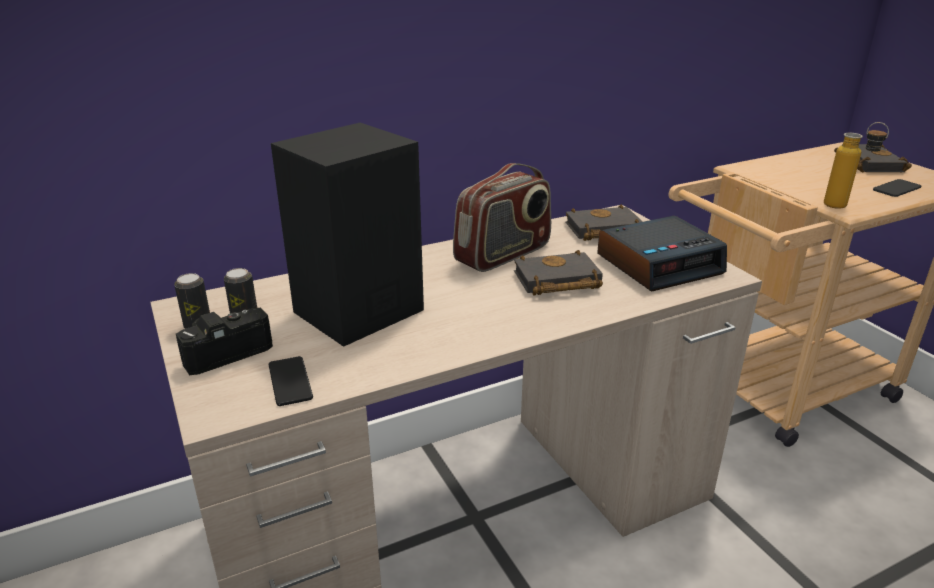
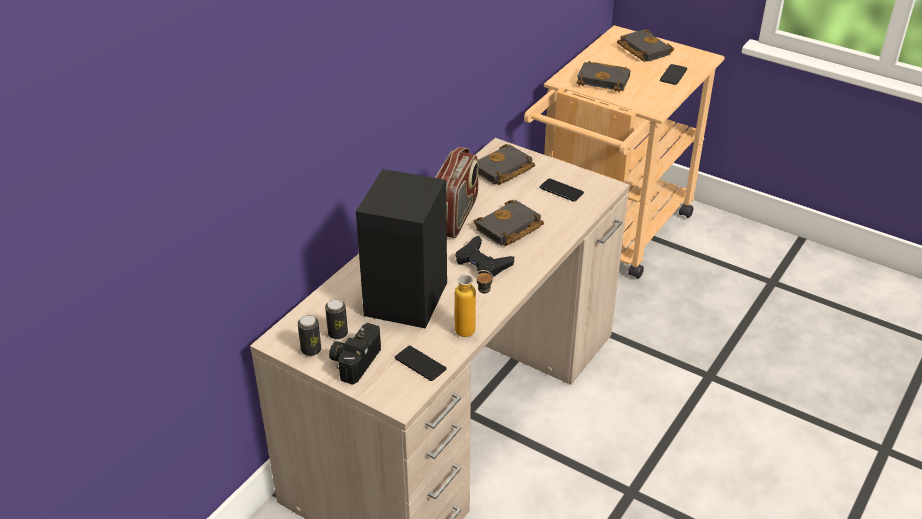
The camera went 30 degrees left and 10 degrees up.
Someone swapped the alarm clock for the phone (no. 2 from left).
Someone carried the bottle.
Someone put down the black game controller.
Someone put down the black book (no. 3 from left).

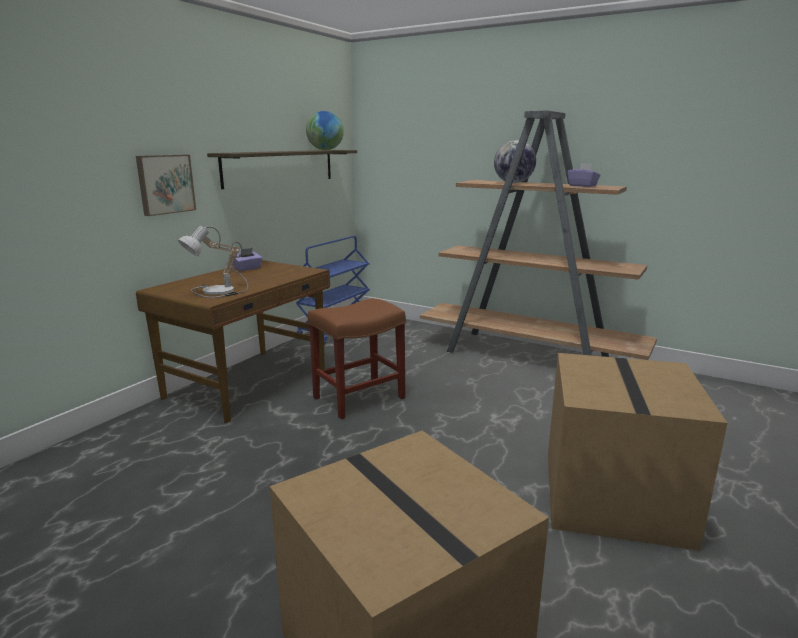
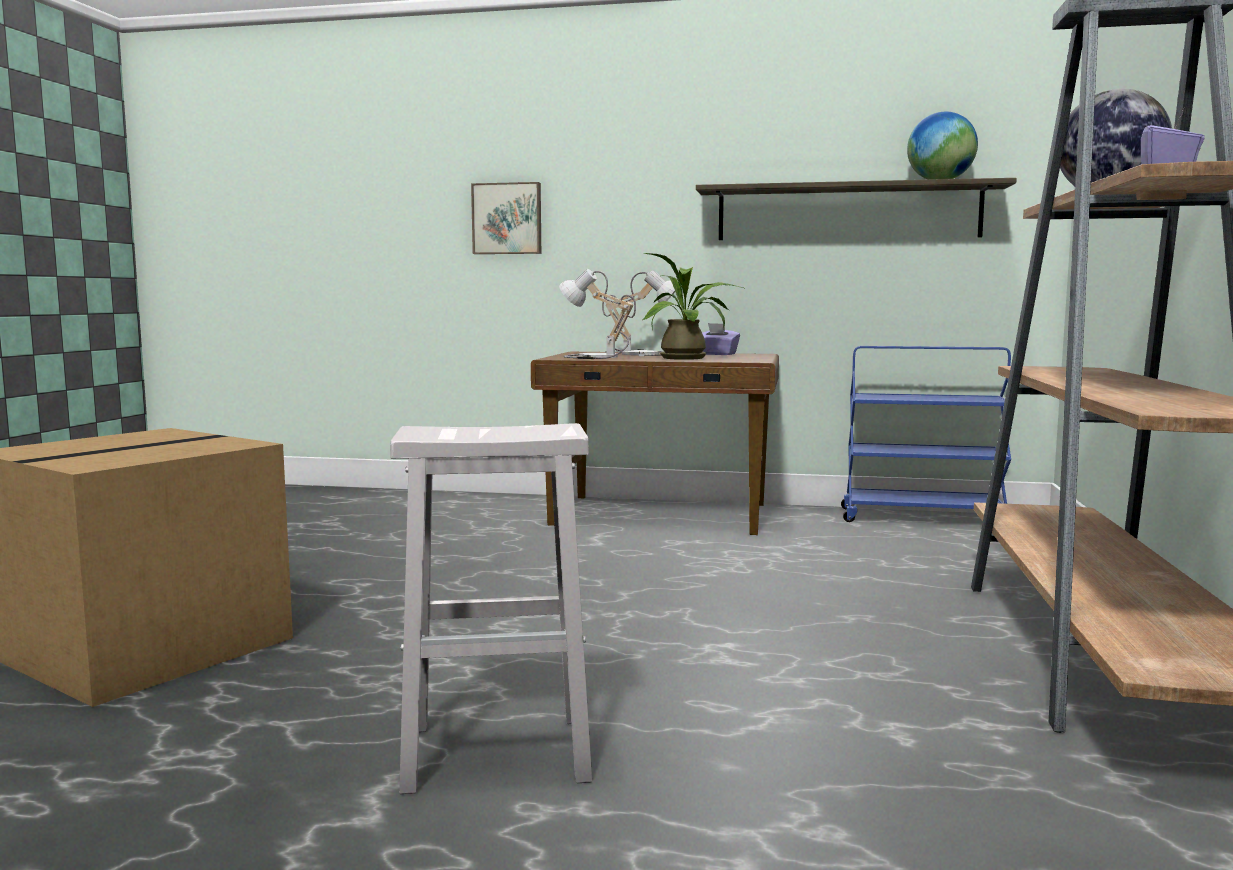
The camera went 70 degrees right and 10 degrees down.
Someone carried the picture.
Someone took away the brown stool.
Someone swapped the cardboard box (no. 2 from left) for the white stool.
Someone put down the table lamp (no. 2 from left).
Someone put down the potted plant.

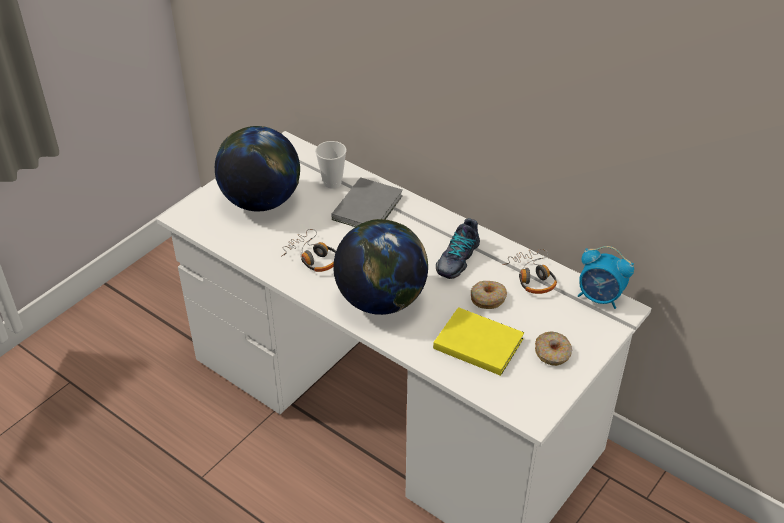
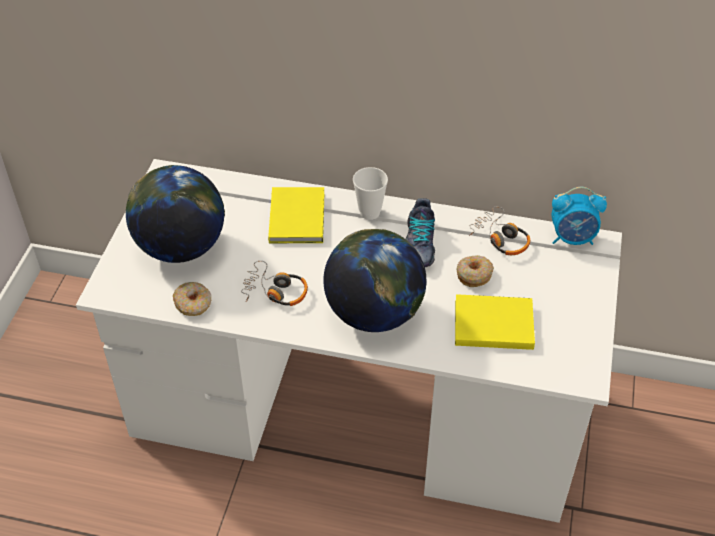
The camera went 25 degrees left and 5 degrees up.
Someone carried the cup.
Someone repainted the grey book, which became the yellow book (no. 1 from left).
Someone carried the donut (no. 2 from left in the first image).

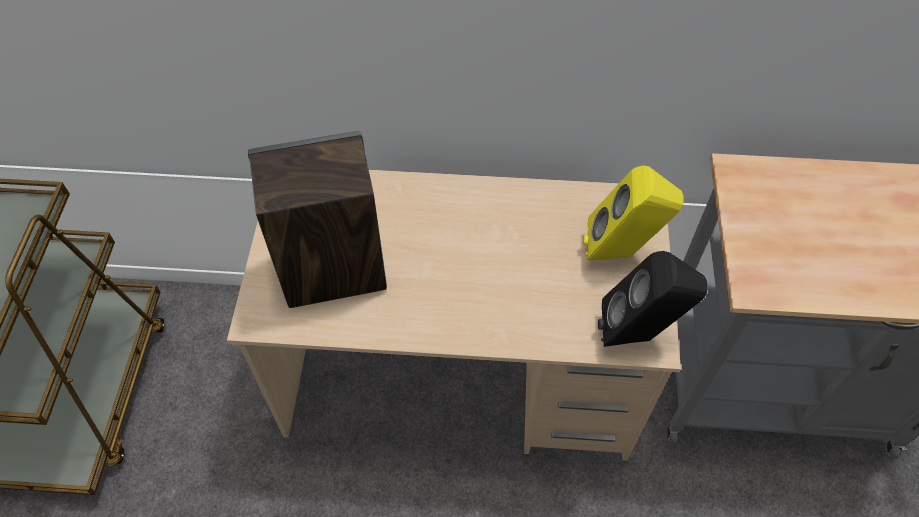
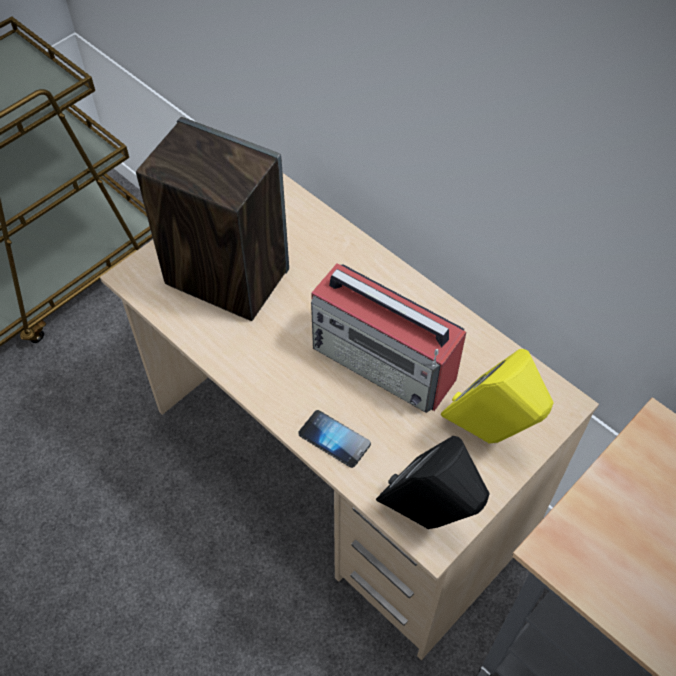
The camera went 40 degrees right and 0 degrees up.
Someone put down the phone.
Someone put down the radio.

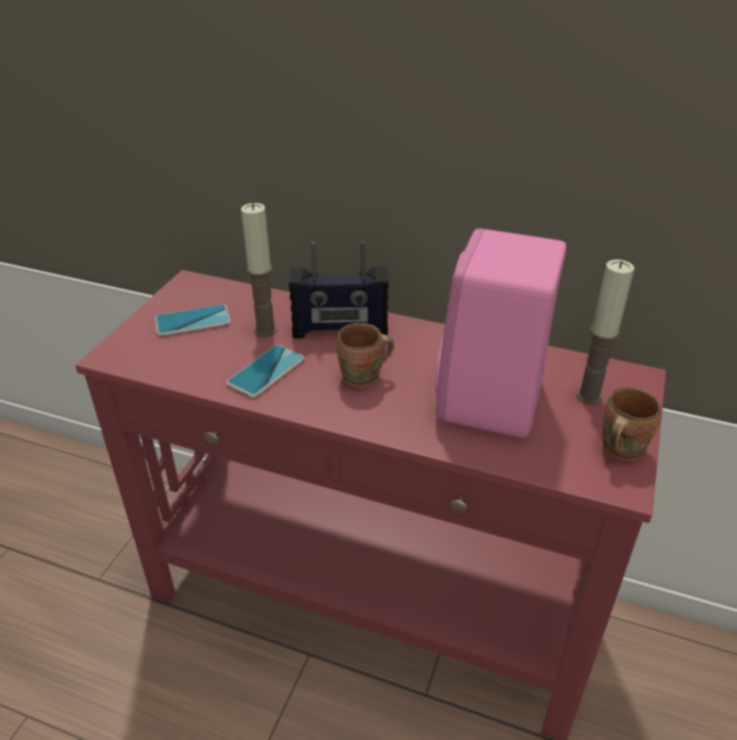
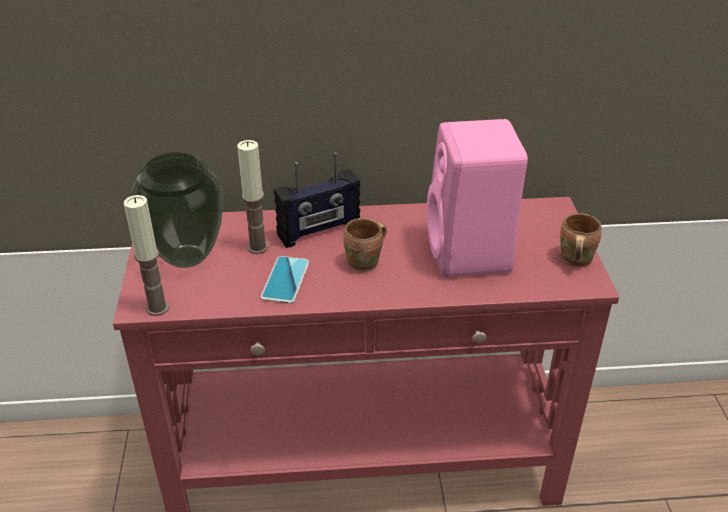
The camera went 25 degrees left and 0 degrees up.
Someone swapped the phone (no. 1 from left) for the vase.
Someone carried the candle (no. 2 from left in the first image).

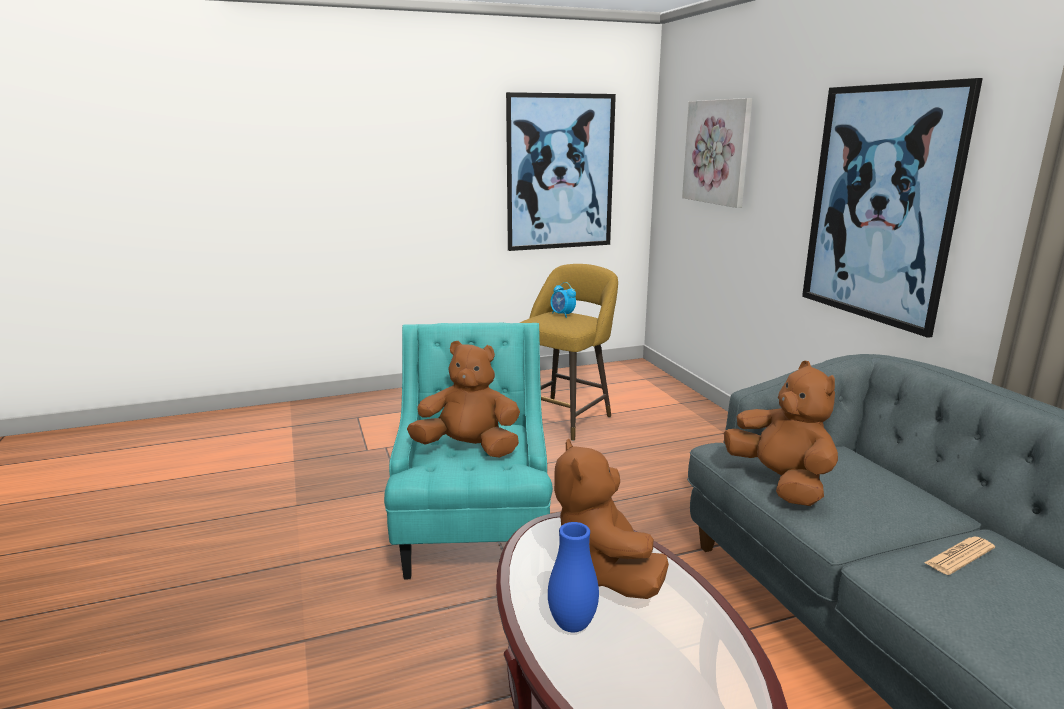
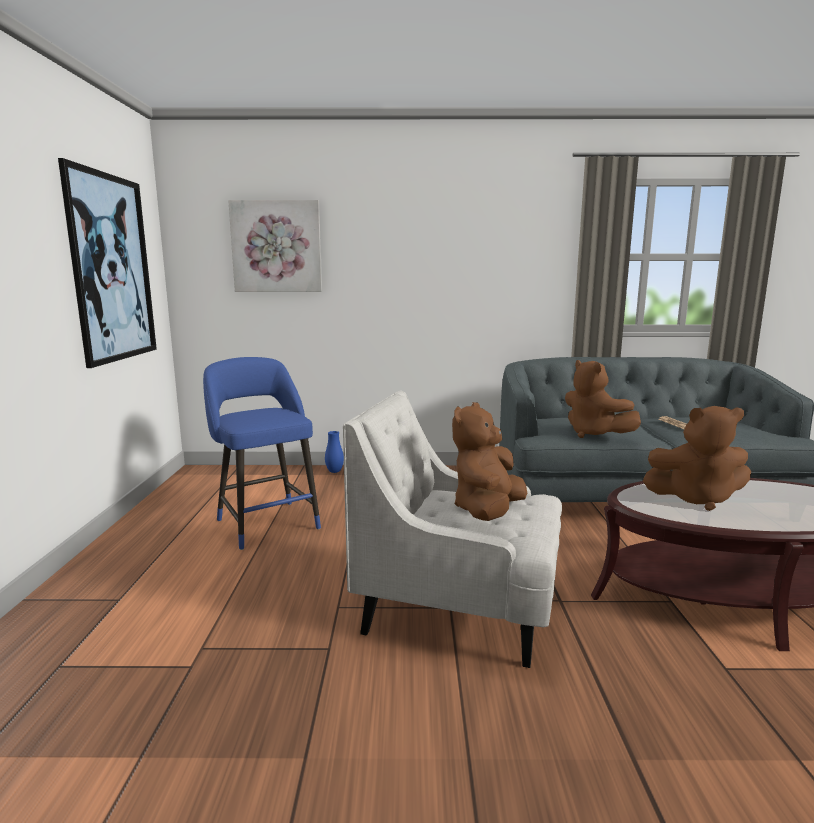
The camera went 70 degrees left and 5 degrees down.
Someone repainted the turquoise armchair, which became the white armchair.
Someone repainted the yellow stool, which became the blue stool.
Someone carried the blue vase.
Someone took away the alarm clock.
Someone rotated the brown plush toy (no. 3 from left in the first image) by 120 degrees counterclockwise.
Someone took away the picture (no. 3 from left).

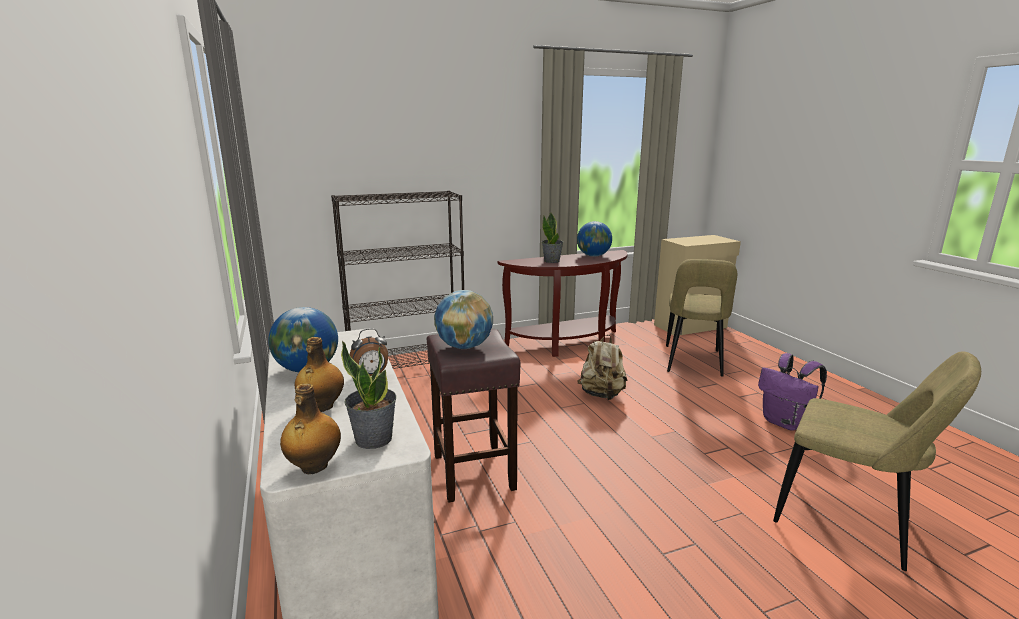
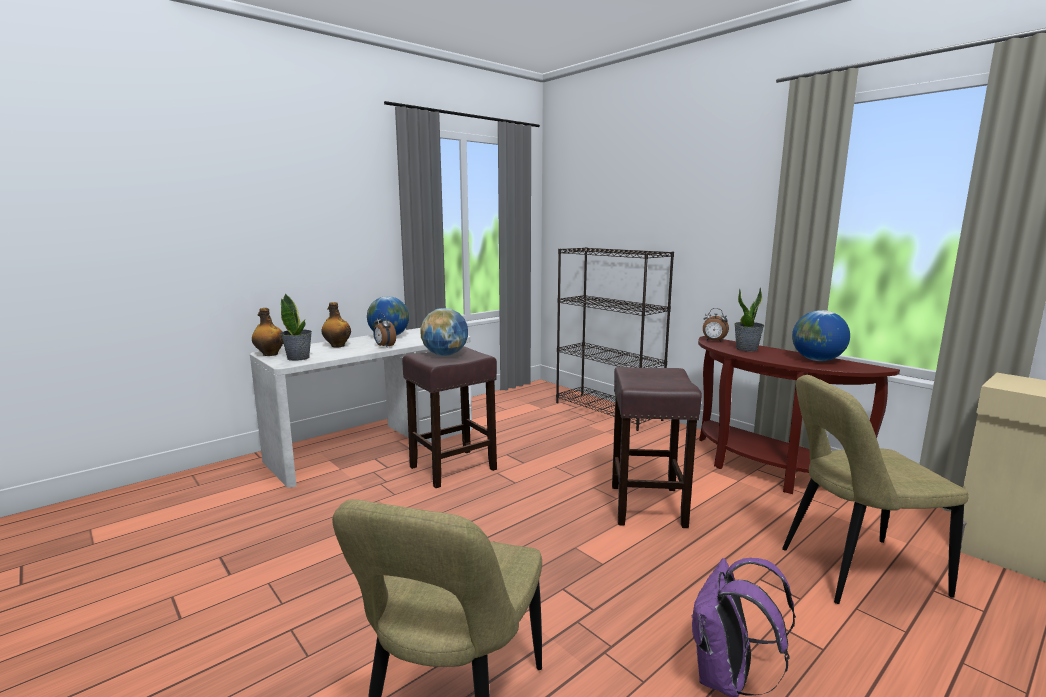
The camera went 70 degrees right and 5 degrees down.
Someone swapped the beige backpack for the brown stool (no. 2 from left).
Someone put down the alarm clock (no. 2 from left).

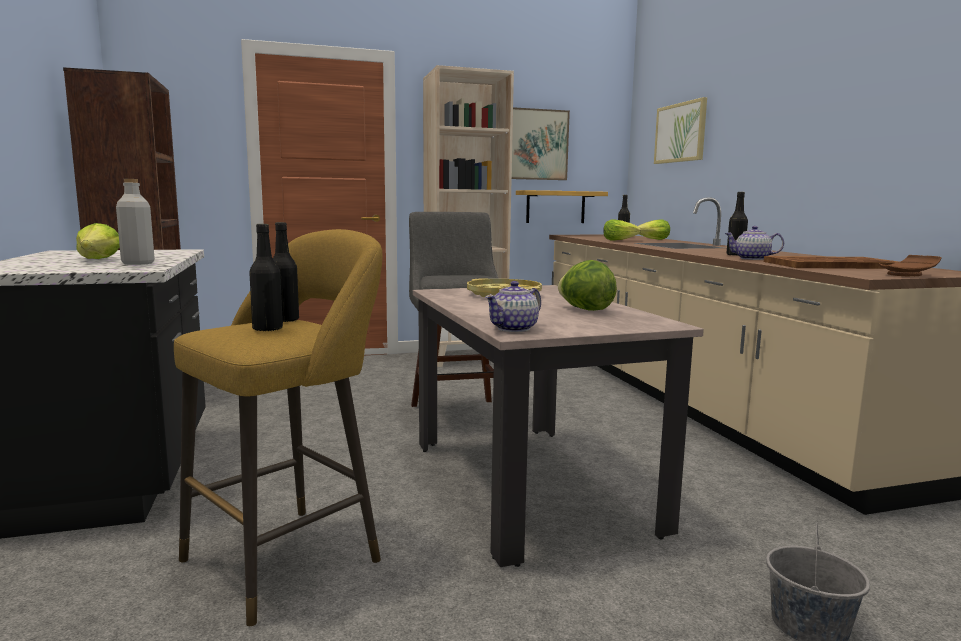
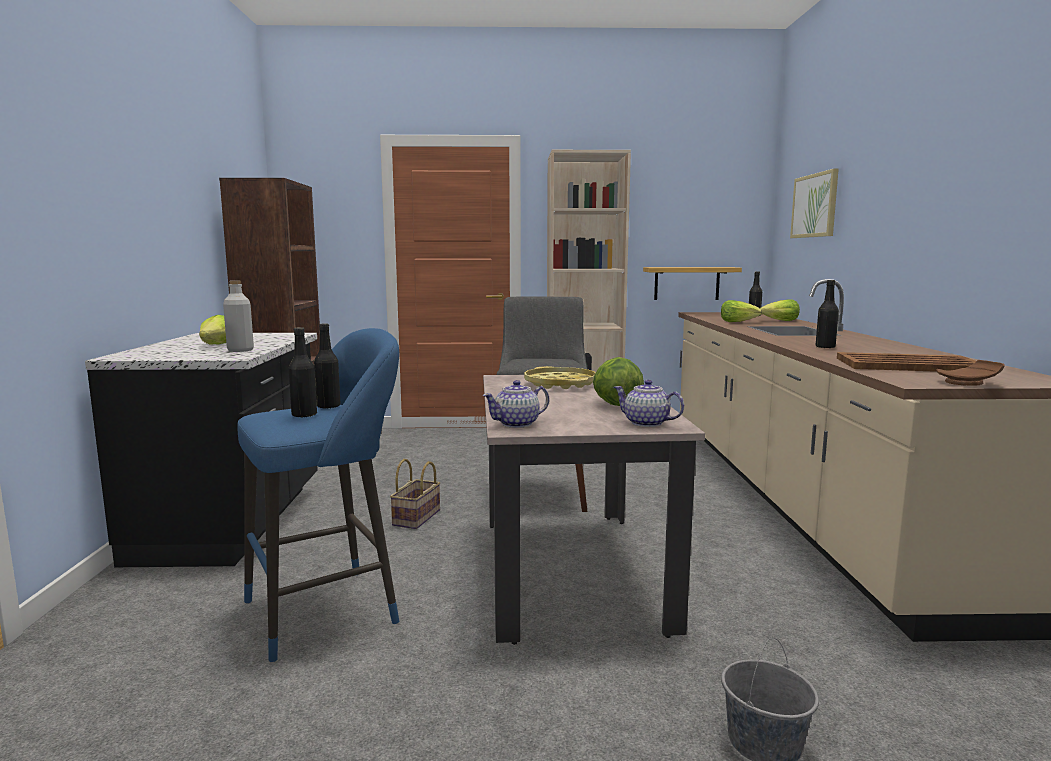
The camera went 15 degrees right and 0 degrees up.
Someone repainted the yellow stool, which became the blue stool.
Someone took away the picture (no. 1 from left).
Someone carried the teapot (no. 2 from left).
Someone put down the basket.

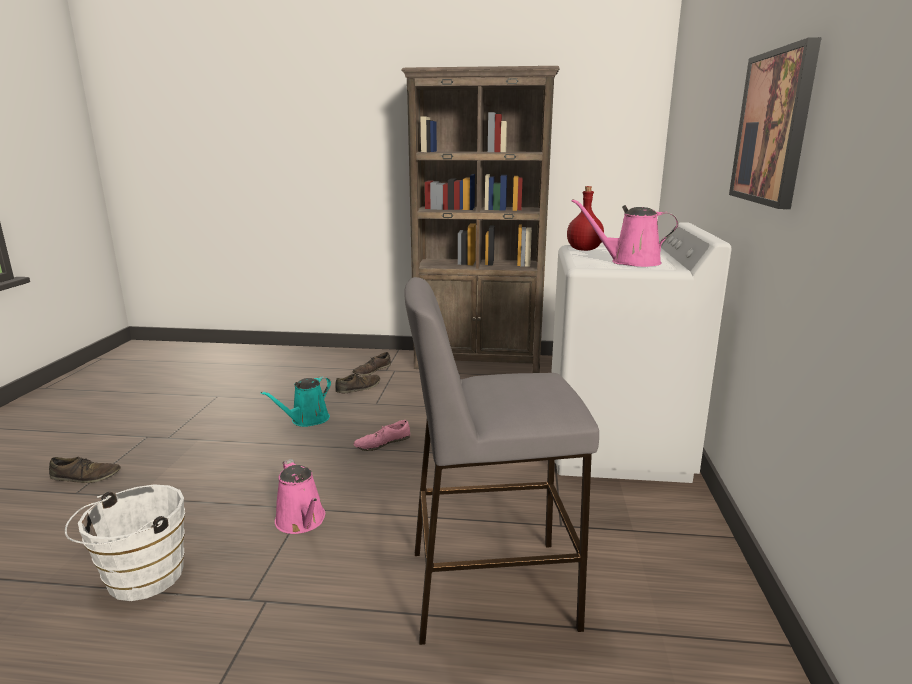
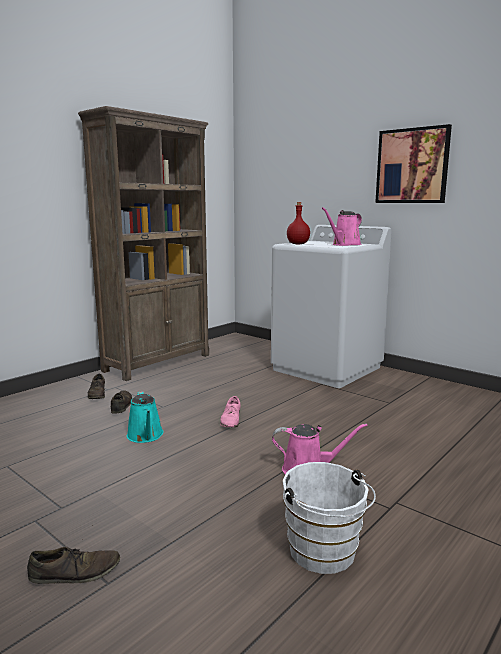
The camera went 55 degrees left and 5 degrees down.
Someone rotated the brown shoe (no. 1 from left) by 45 degrees clockwise.
Someone took away the grey stool.

